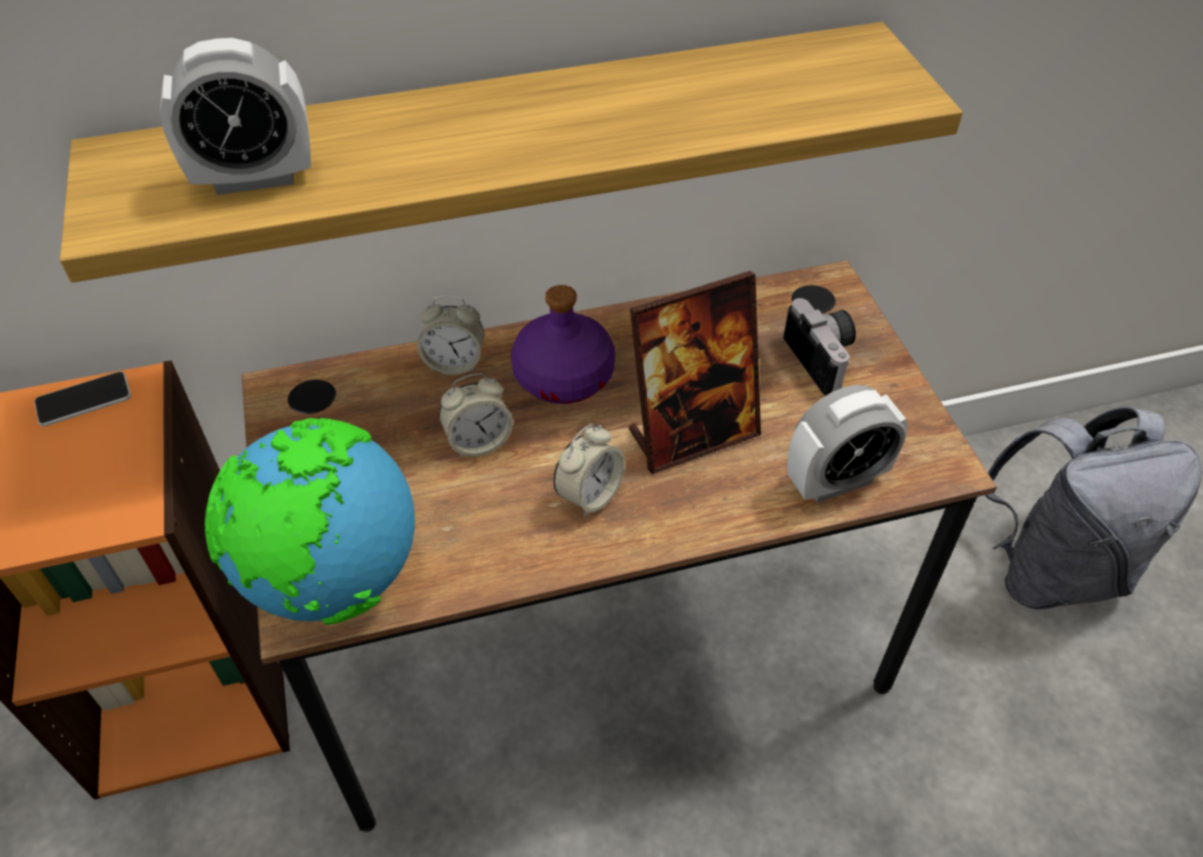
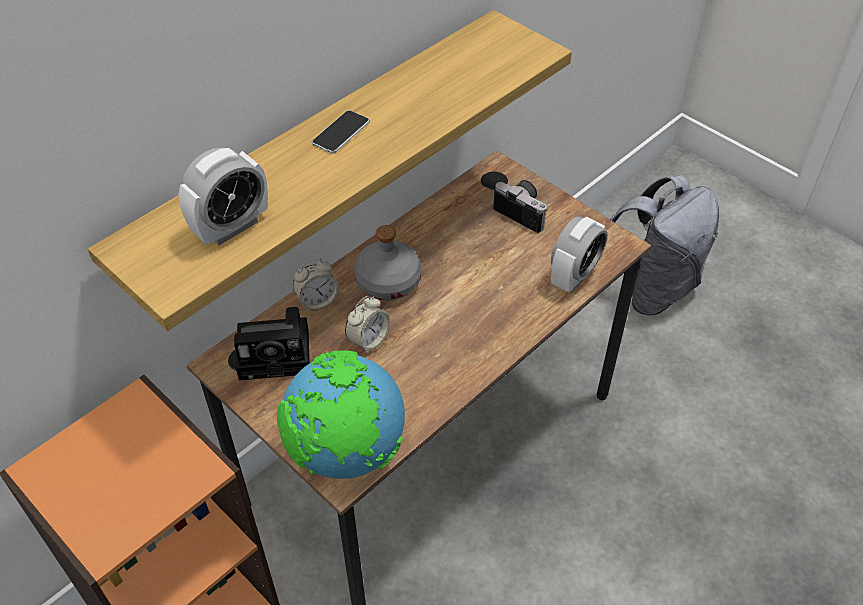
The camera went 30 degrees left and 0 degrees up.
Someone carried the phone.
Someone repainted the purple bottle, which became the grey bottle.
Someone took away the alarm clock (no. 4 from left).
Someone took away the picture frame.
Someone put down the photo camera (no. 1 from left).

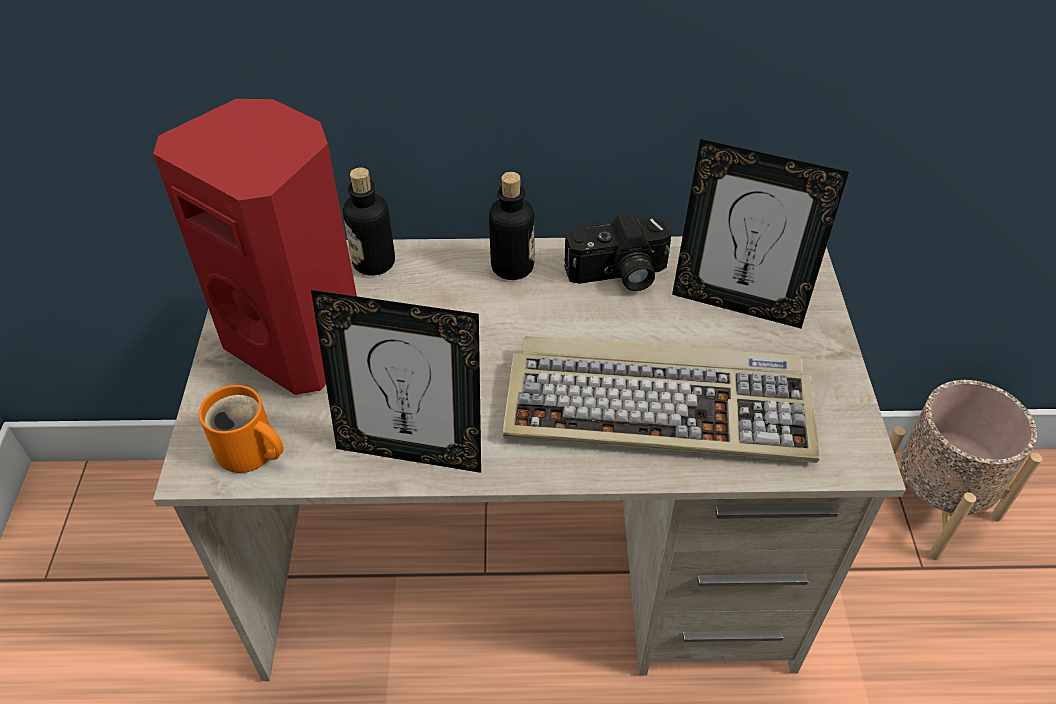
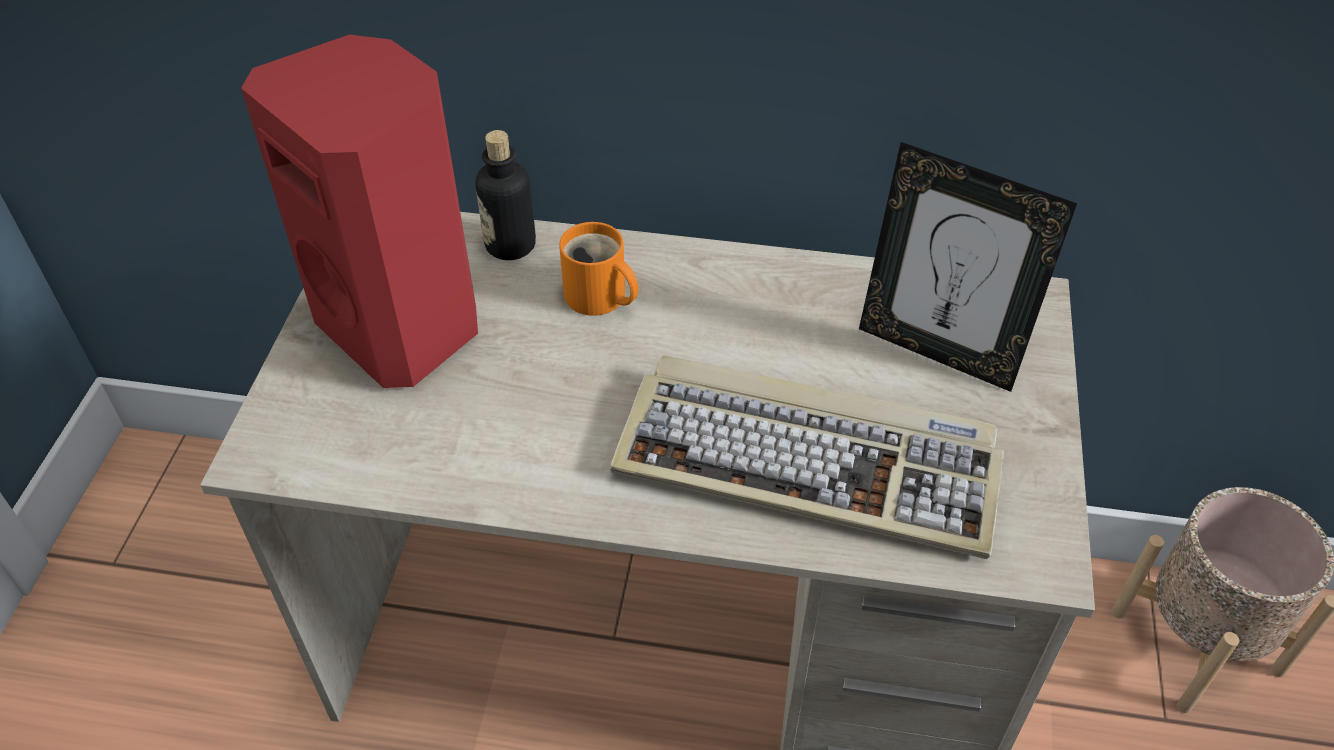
The camera went 10 degrees right and 0 degrees up.
Someone carried the orange mug.
Someone took away the picture frame (no. 1 from left).
Someone took away the bottle (no. 2 from left).
Someone took away the photo camera.

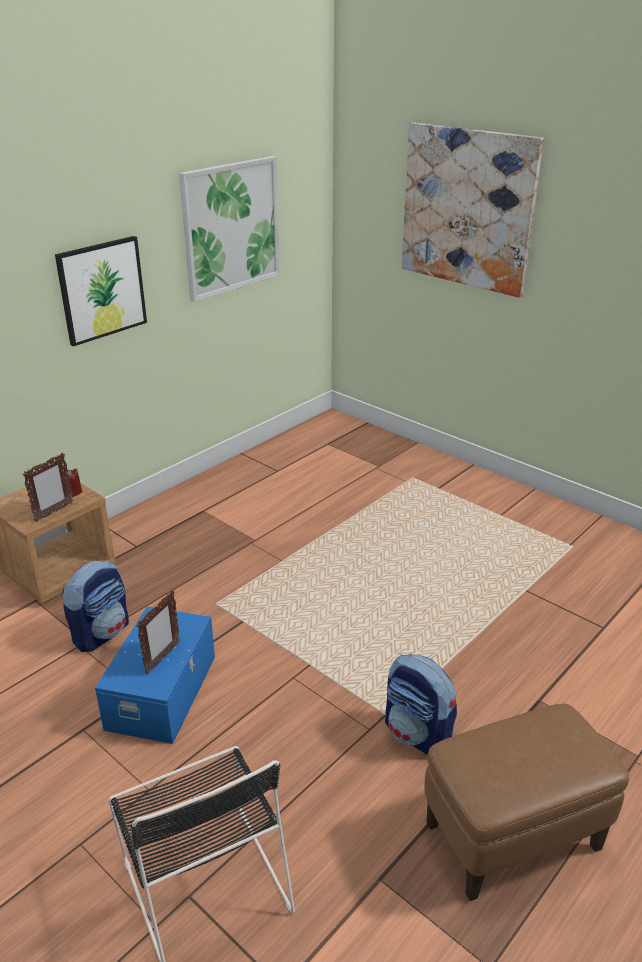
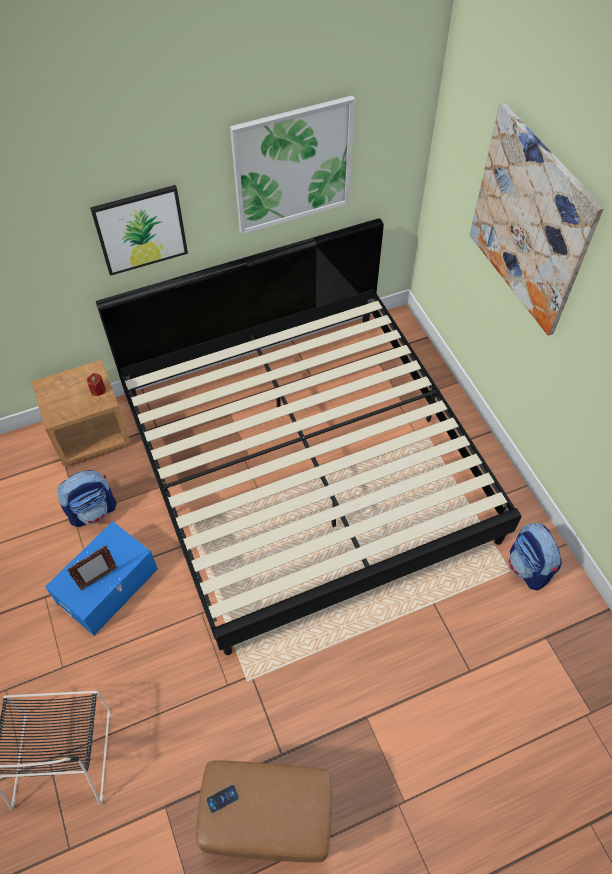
The camera went 25 degrees right and 25 degrees up.
Someone took away the picture frame (no. 1 from left).
Someone carried the backpack (no. 2 from left).
Someone put down the bed.
Someone put down the phone.

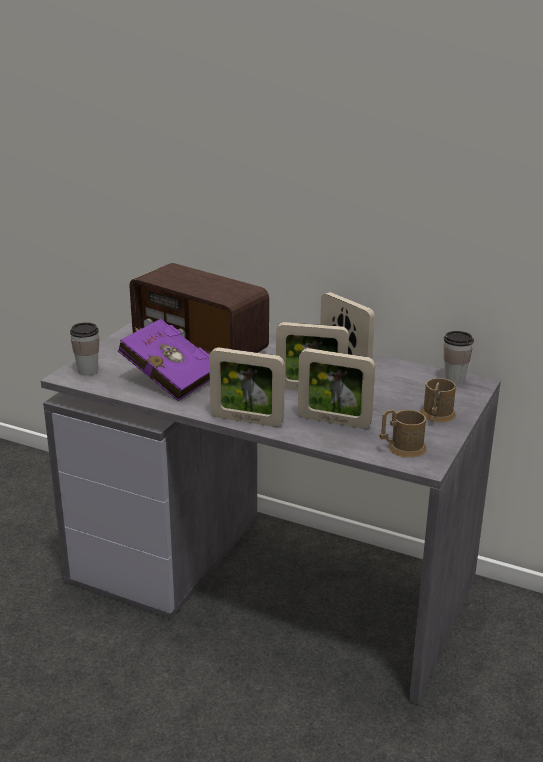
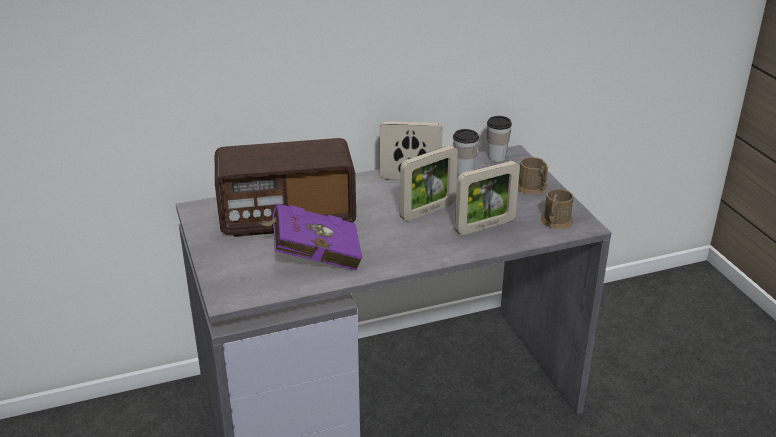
The camera went 45 degrees left and 5 degrees up.
Someone carried the cup (no. 1 from left).
Someone took away the picture frame (no. 1 from left).

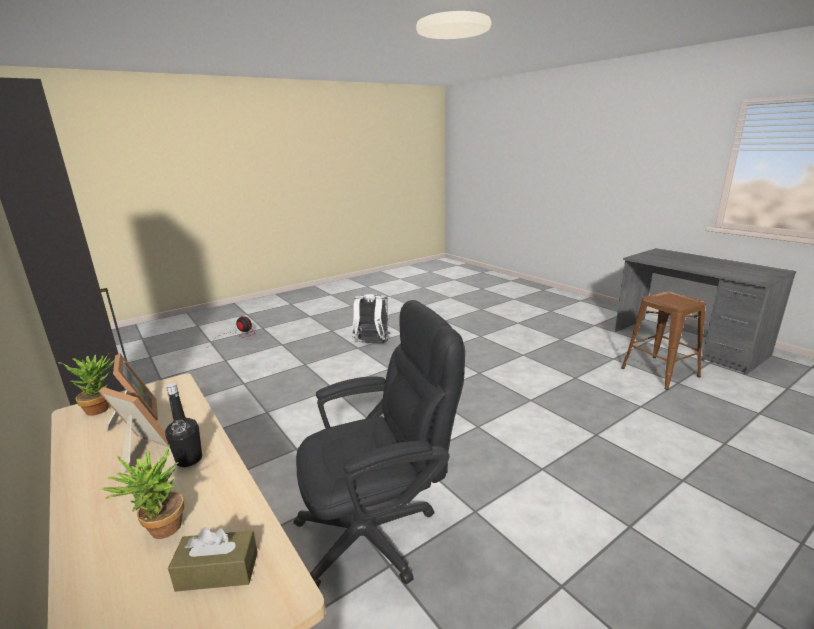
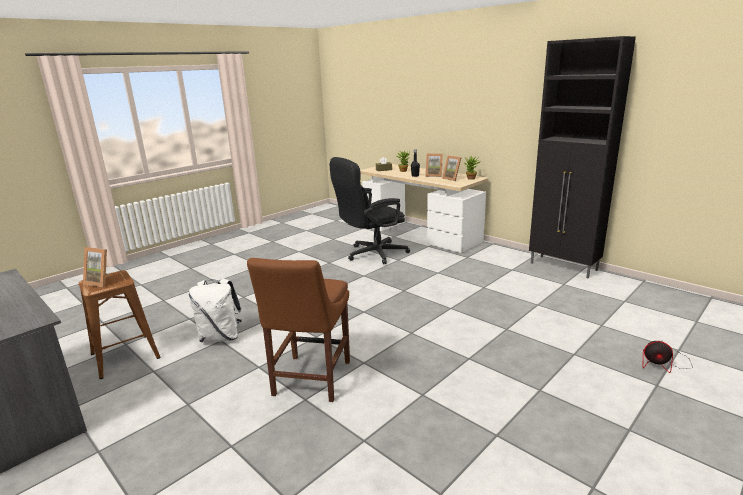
The camera went 170 degrees right and 0 degrees up.
Someone carried the white backpack.
Someone put down the picture frame (no. 1 from left).
Someone put down the brown chair.

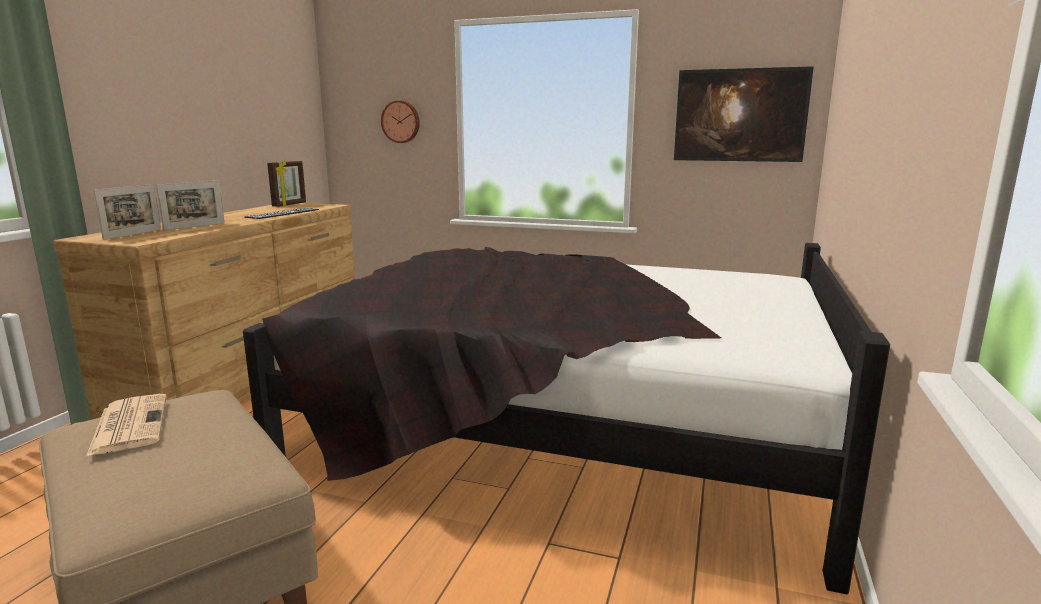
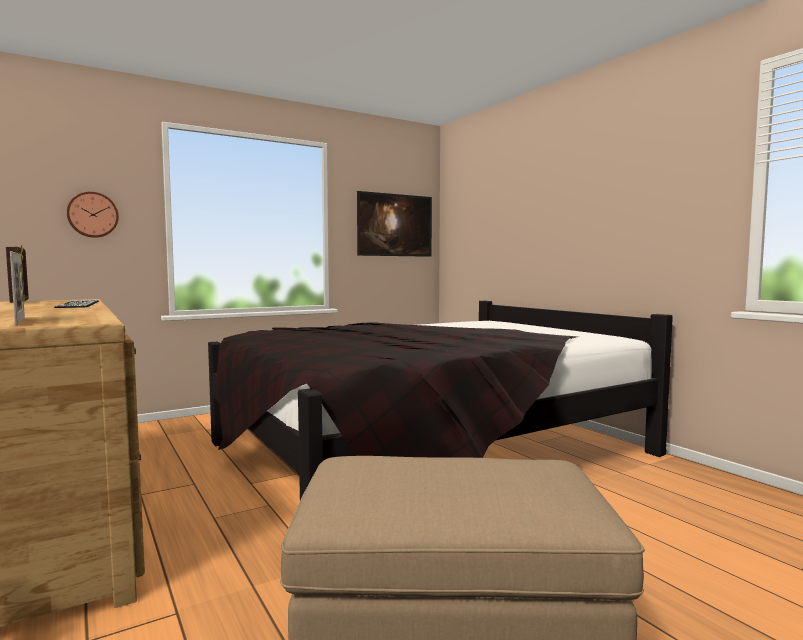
The camera went 50 degrees left and 10 degrees down.
Someone took away the newspaper.
Someone took away the picture frame (no. 2 from left).

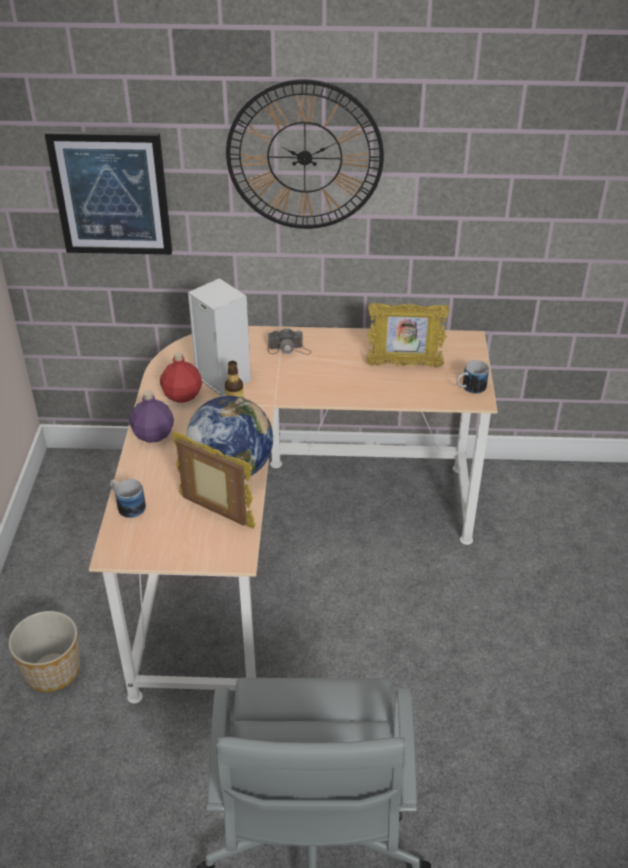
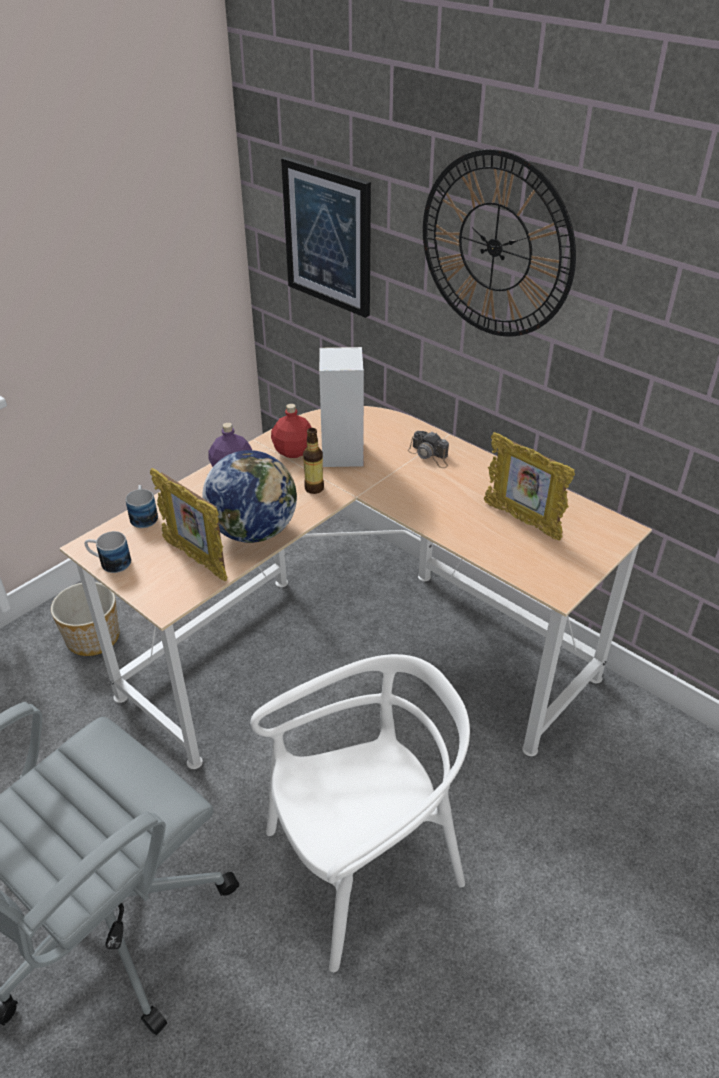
The camera went 40 degrees right and 0 degrees up.
Someone rotated the picture frame (no. 1 from left) by 150 degrees clockwise.
Someone carried the mug (no. 2 from left in the first image).
Someone put down the white chair.

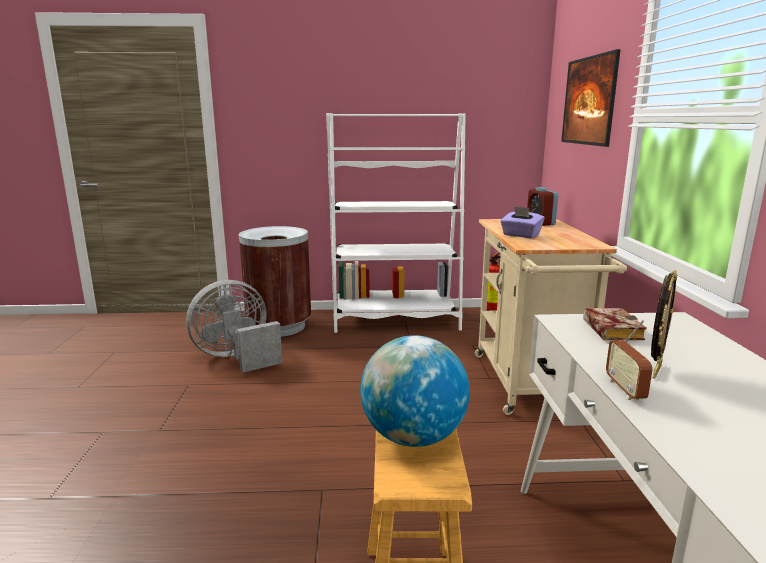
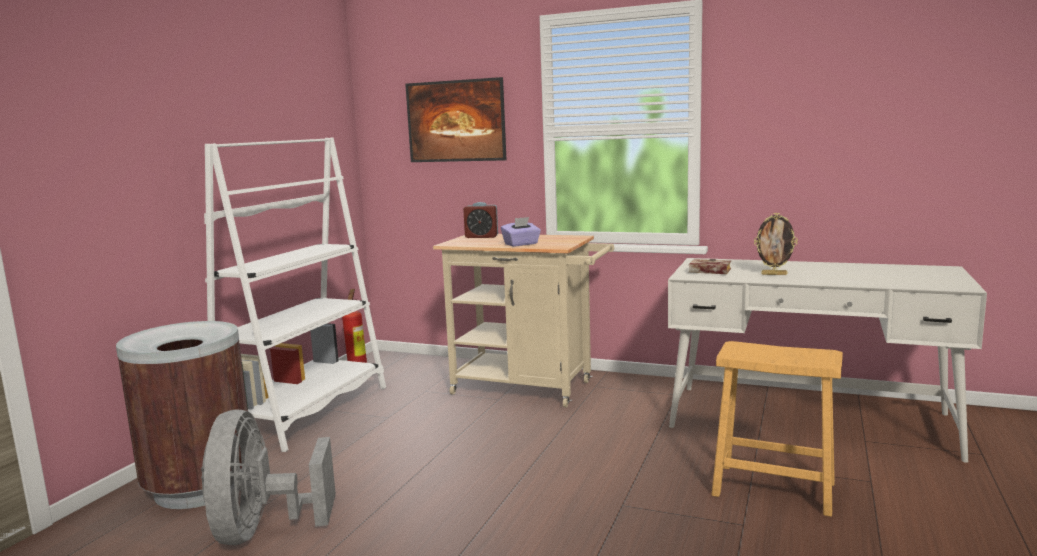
The camera went 65 degrees left and 5 degrees down.
Someone took away the globe.
Someone took away the radio.
Someone rotated the picture frame by 135 degrees clockwise.

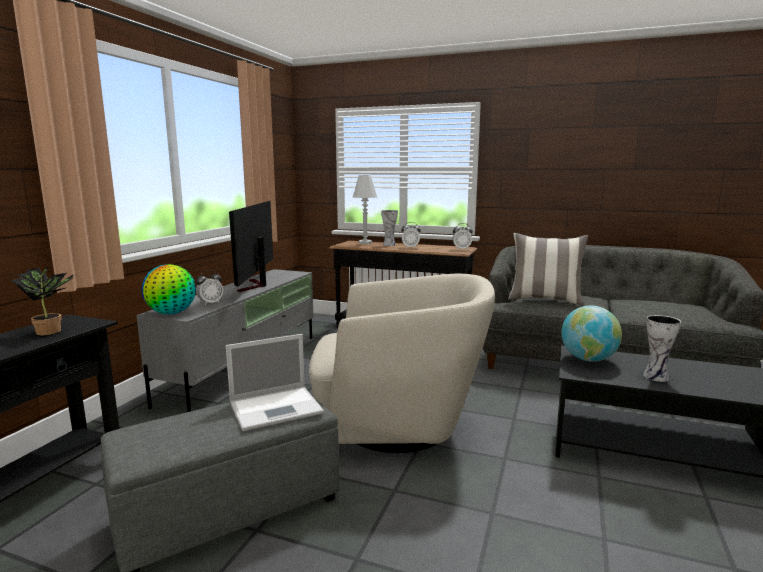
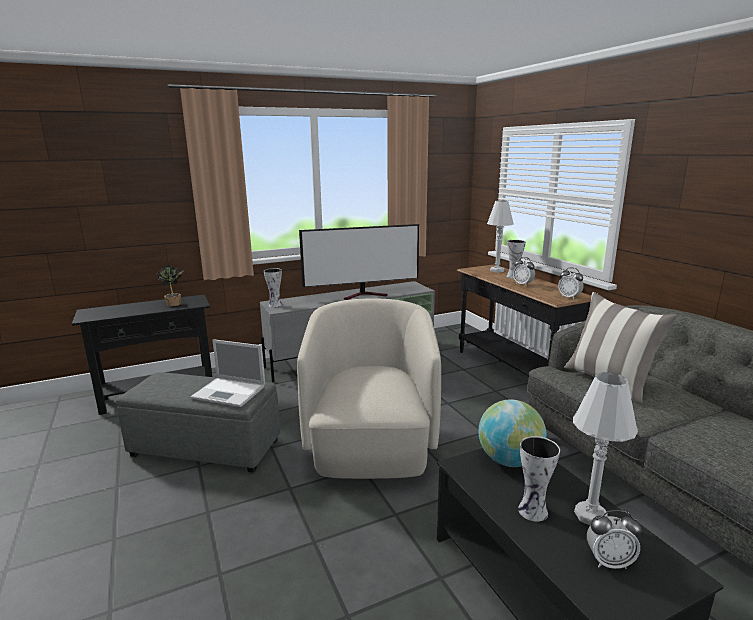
The camera went 45 degrees right and 5 degrees up.
Someone swapped the globe (no. 1 from left) for the vase (no. 1 from left).
Someone carried the alarm clock (no. 1 from left in the first image).
Someone rotated the television by 150 degrees counterclockwise.
Someone rotated the beige armchair by 135 degrees counterclockwise.
Someone put down the white table lamp (no. 2 from left).

